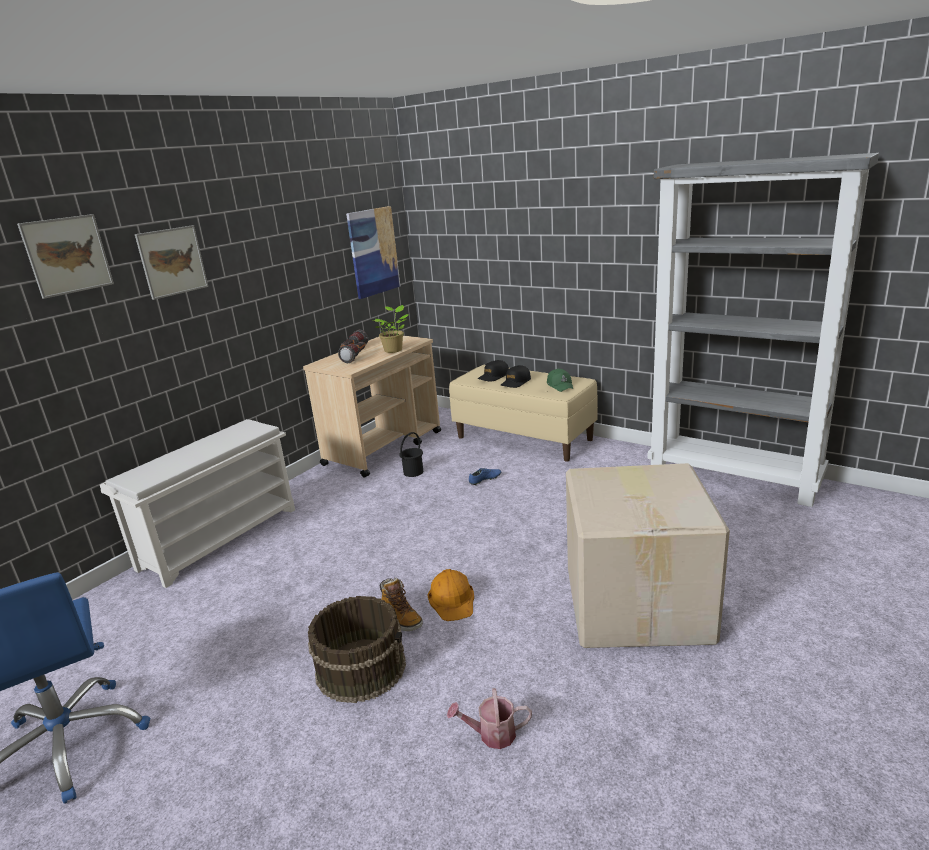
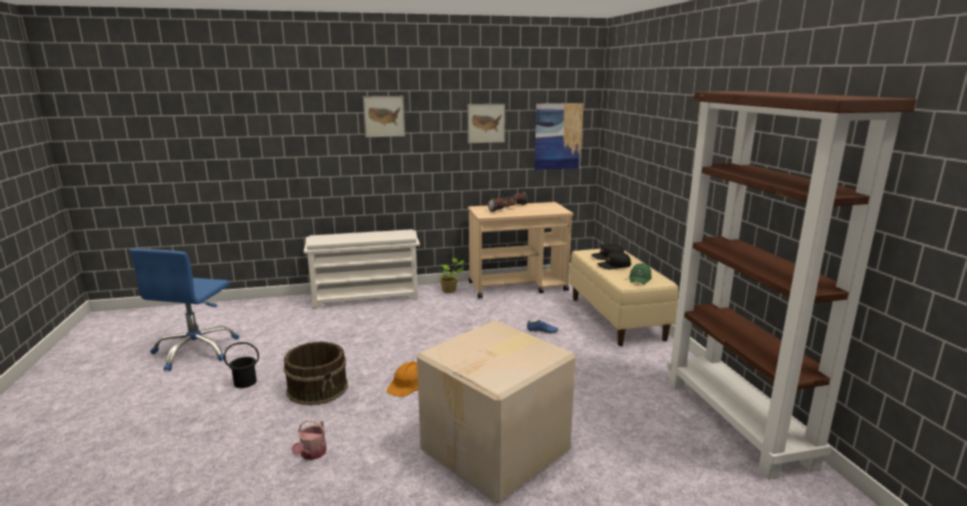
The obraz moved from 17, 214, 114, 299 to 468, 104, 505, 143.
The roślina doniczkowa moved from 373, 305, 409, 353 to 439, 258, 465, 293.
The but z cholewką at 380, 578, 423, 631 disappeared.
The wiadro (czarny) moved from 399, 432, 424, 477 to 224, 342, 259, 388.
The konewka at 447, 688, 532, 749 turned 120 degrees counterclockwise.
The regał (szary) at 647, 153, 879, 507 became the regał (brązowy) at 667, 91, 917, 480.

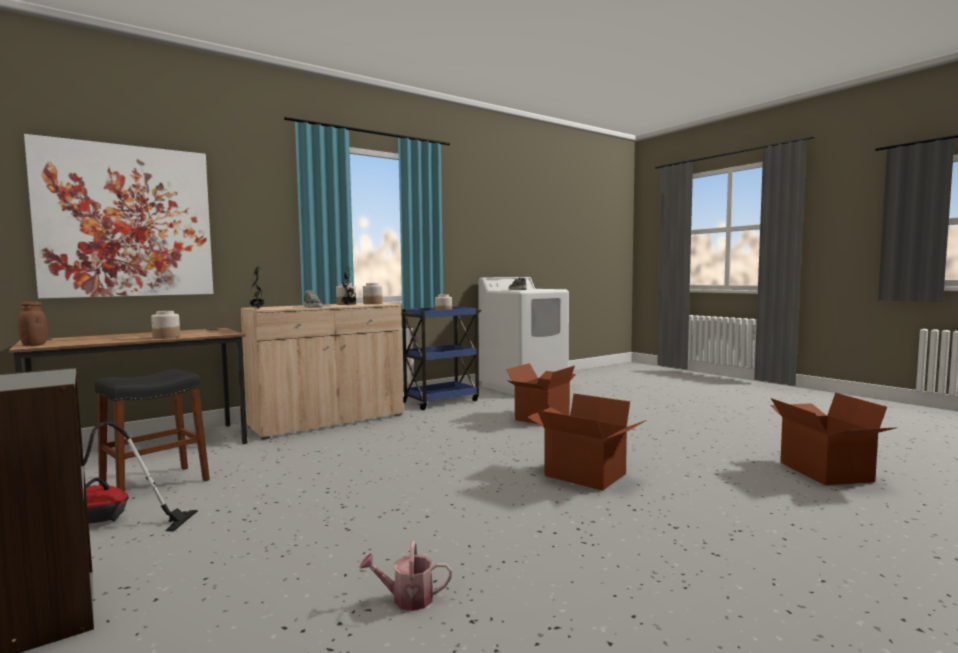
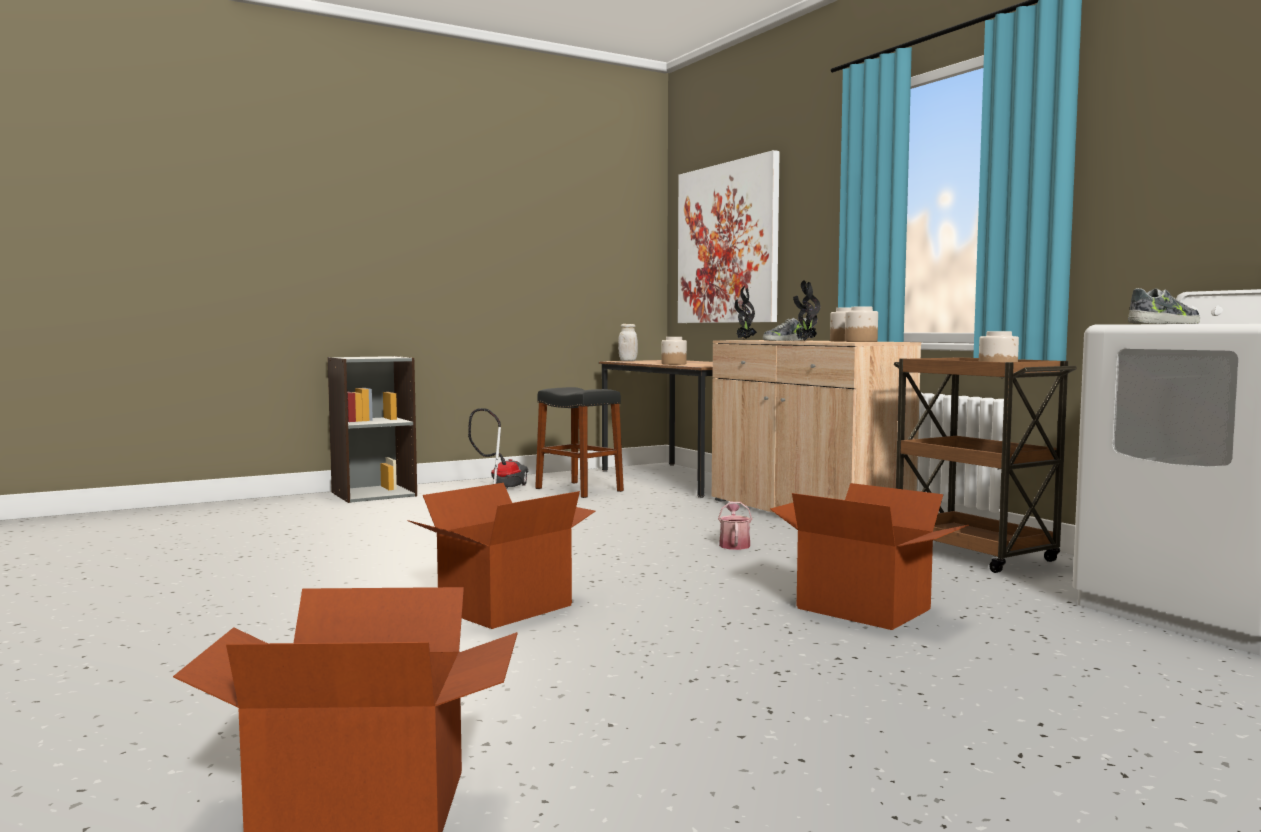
The słoik (brązowy) at 18, 302, 48, 346 became the słoik (biały) at 618, 324, 638, 361.
The konewka moved from 359, 541, 452, 611 to 718, 502, 752, 550.
The wózek (niebieski) at 401, 306, 481, 410 became the wózek (brązowy) at 894, 357, 1077, 573.

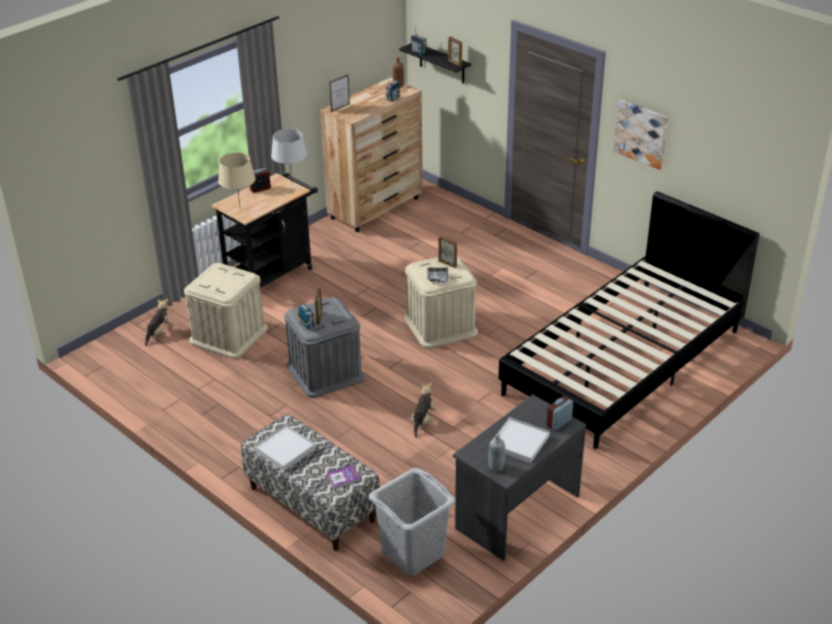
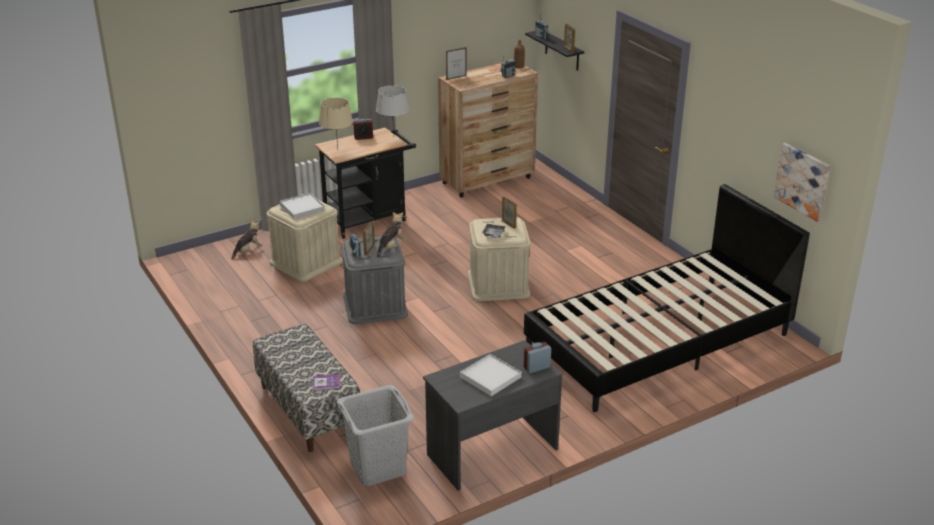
The taca (biały) moved from 254, 425, 316, 471 to 280, 193, 325, 219.
The pluszak moved from 412, 382, 436, 437 to 377, 212, 406, 258.
The butelka (szary) at 489, 433, 505, 472 disappeared.
The obraz moved from 613, 99, 668, 170 to 774, 143, 830, 222.

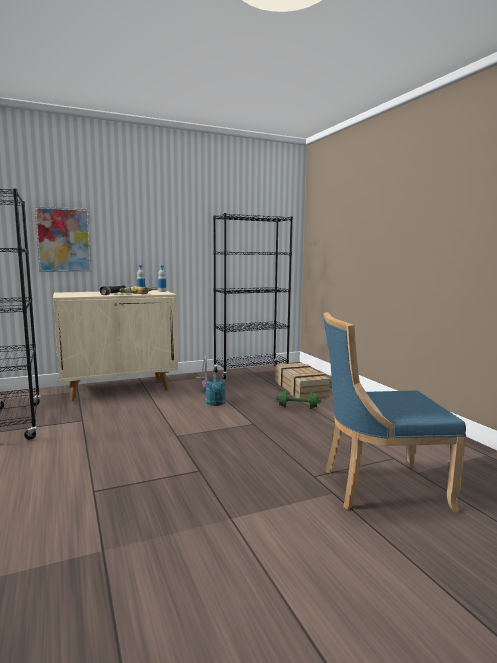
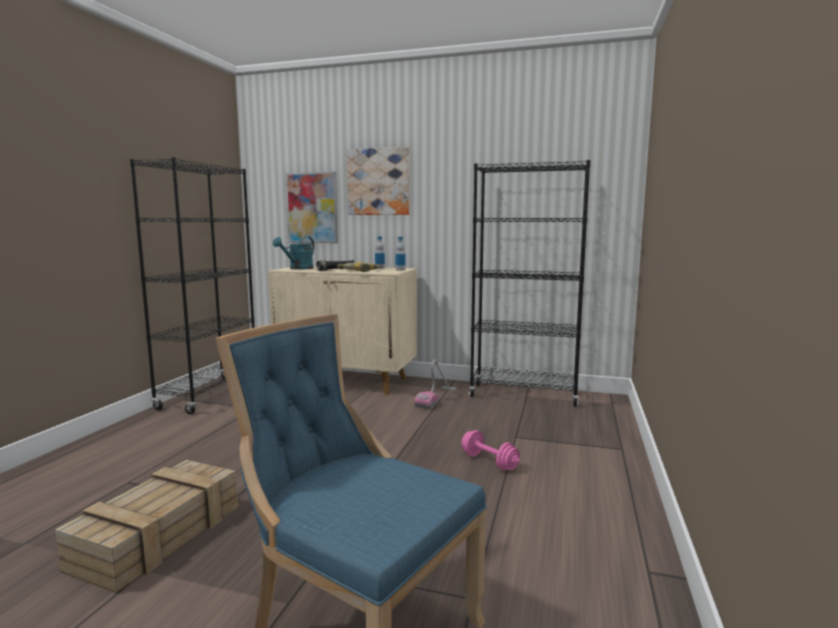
The konewka (turkusowy) moved from 205, 372, 226, 406 to 273, 237, 315, 270.
The skrzynka moved from 275, 363, 330, 398 to 55, 460, 238, 593.
The hantel (zielony) at 275, 391, 321, 409 became the hantel (różowy) at 461, 430, 520, 470.
The obraz at 347, 147, 410, 215 appeared.

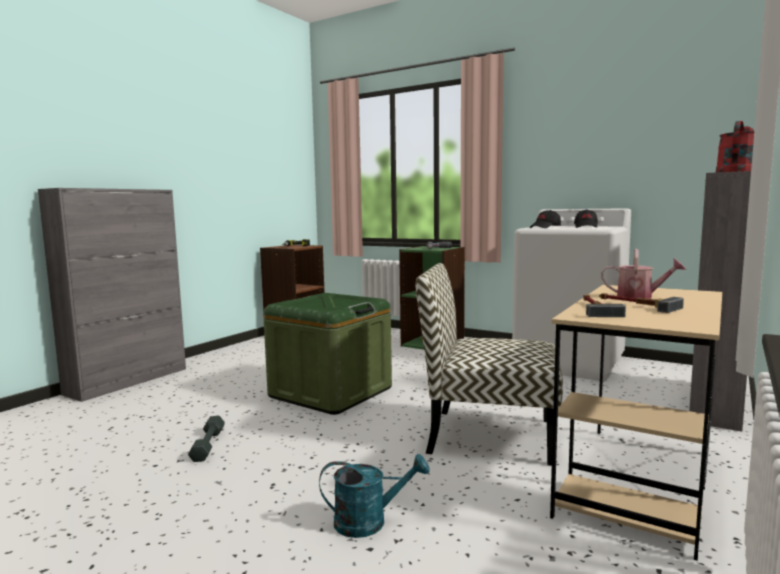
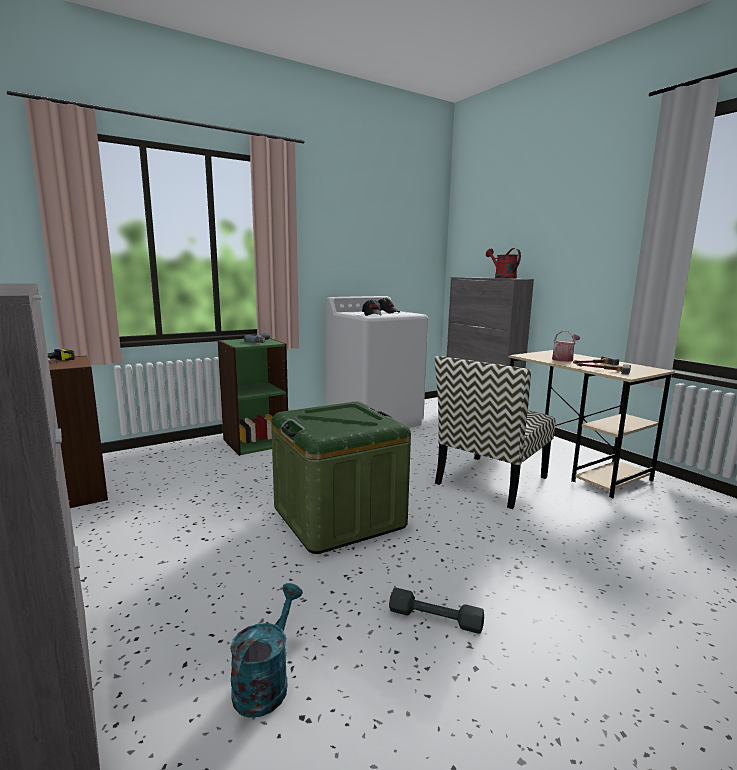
The konewka (turkusowy) moved from 319, 454, 430, 538 to 230, 583, 303, 718.

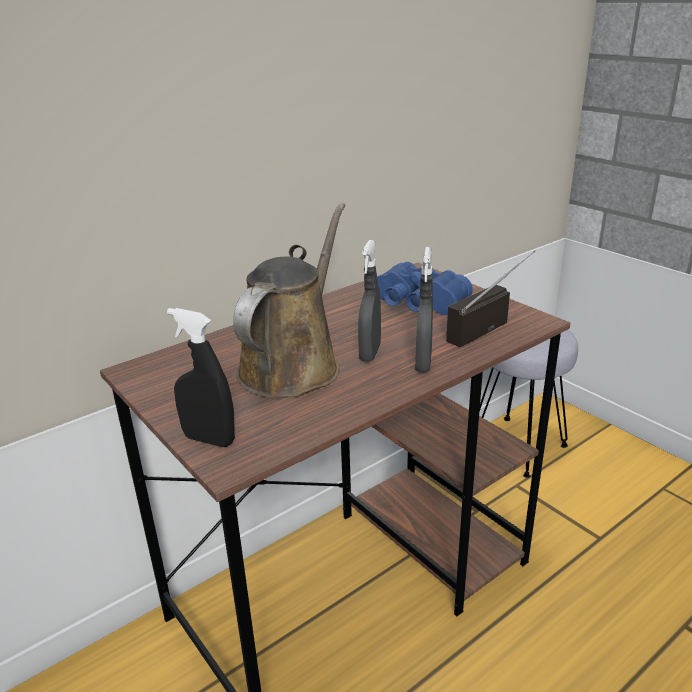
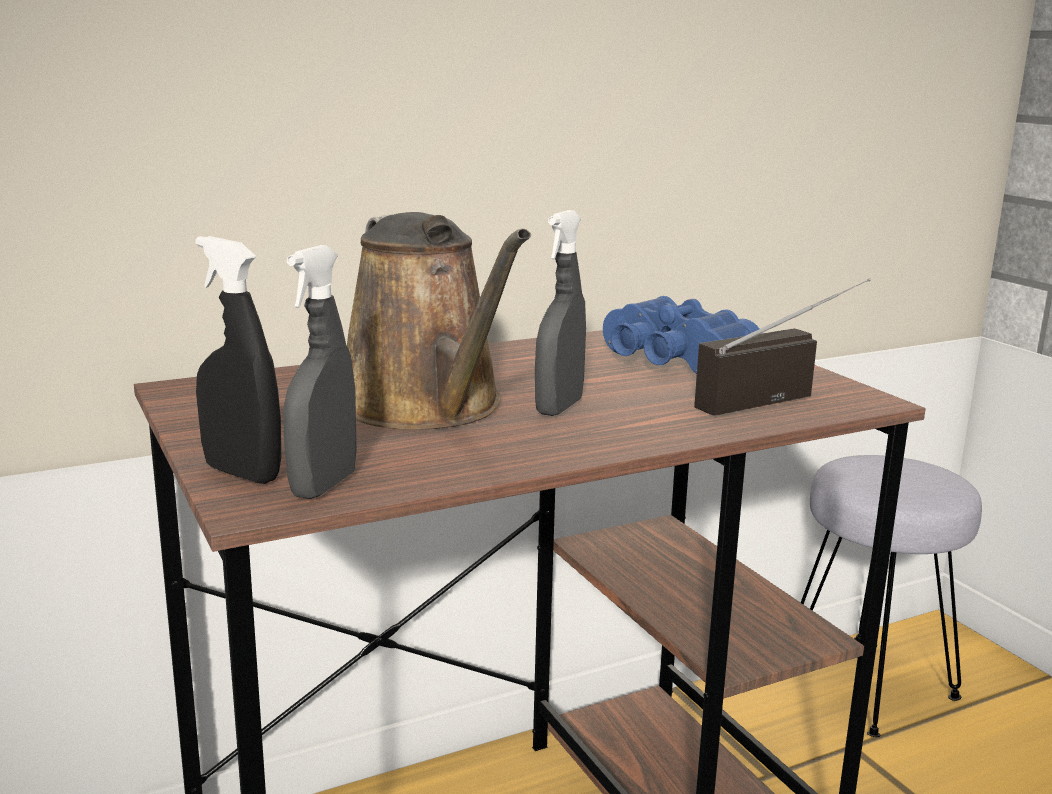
The konewka (brązowy) at 233, 203, 345, 398 turned 120 degrees clockwise.
The spryskiwacz (szary) moved from 415, 247, 433, 372 to 283, 245, 357, 499.

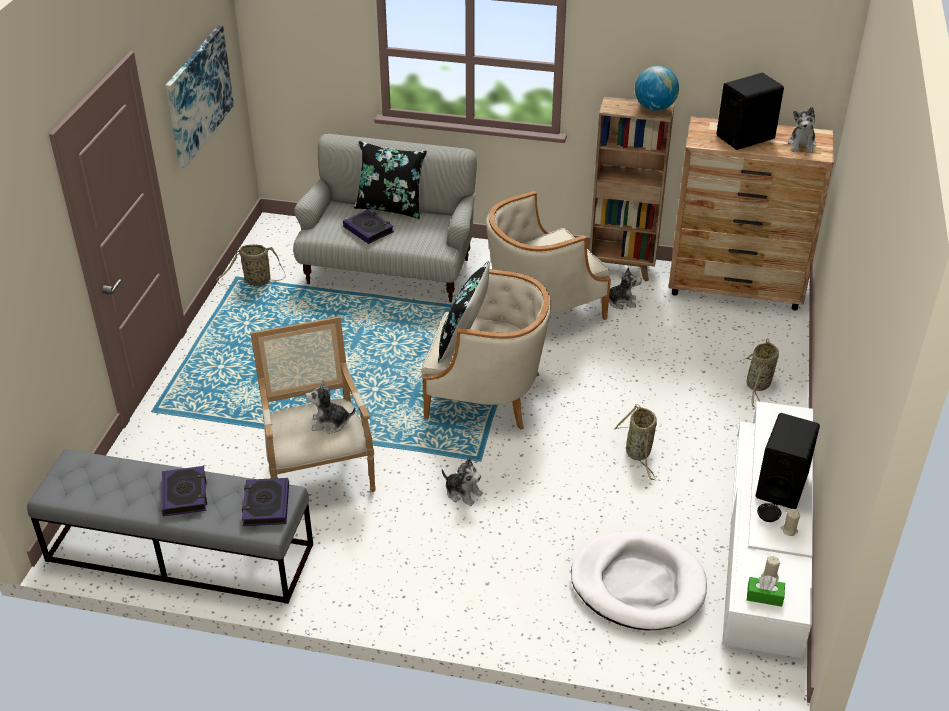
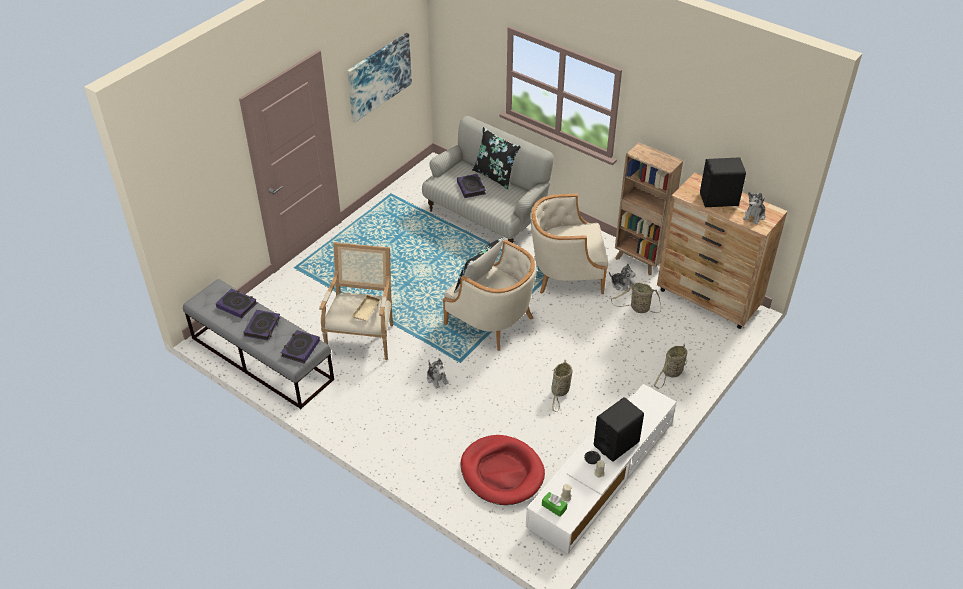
The koszyk moved from 216, 244, 285, 286 to 611, 283, 661, 313.
The pluszak at 305, 380, 356, 434 was replaced by the taca (beżowy) at 351, 294, 381, 321.
The legowisko (biały) at 571, 531, 707, 631 became the legowisko (czerwony) at 460, 435, 545, 505.
The globus at 635, 66, 679, 111 disappeared.
The książka at 216, 289, 257, 318 appeared.

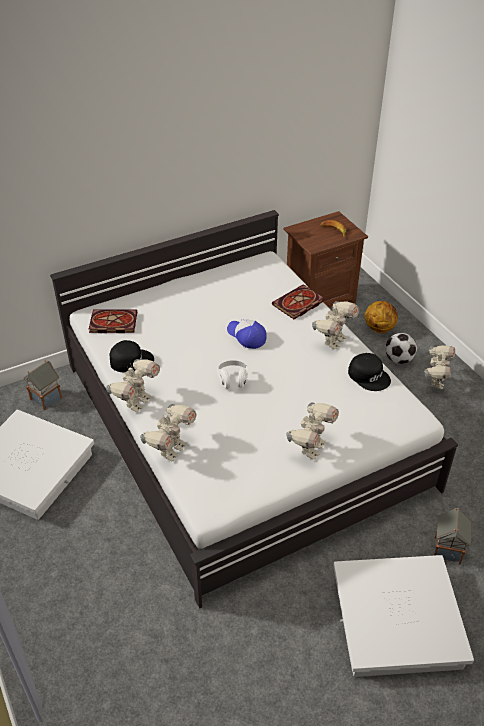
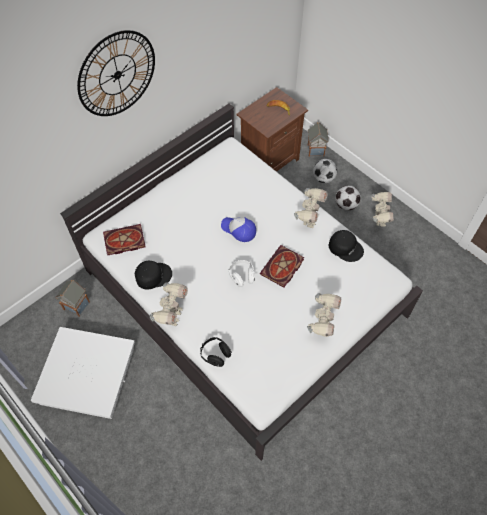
The robot zabawkowy at 140, 404, 196, 461 was replaced by the słuchawki (czarny) at 200, 337, 232, 367.
The książka moved from 272, 284, 324, 319 to 260, 245, 304, 288.
The pojemnik do przechowywania (biały) at 333, 555, 474, 677 disappeared.
The piłka do koszykówki at 364, 301, 398, 333 was replaced by the piłka futbolowa at 313, 159, 337, 183.
The domek moved from 434, 508, 471, 565 to 308, 122, 329, 157.
The zegar ścienny at 77, 30, 155, 116 appeared.

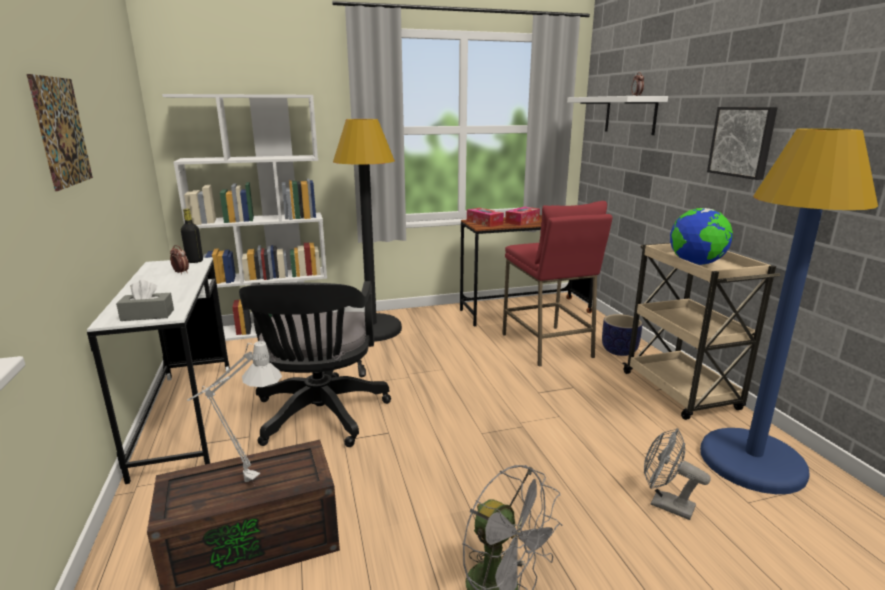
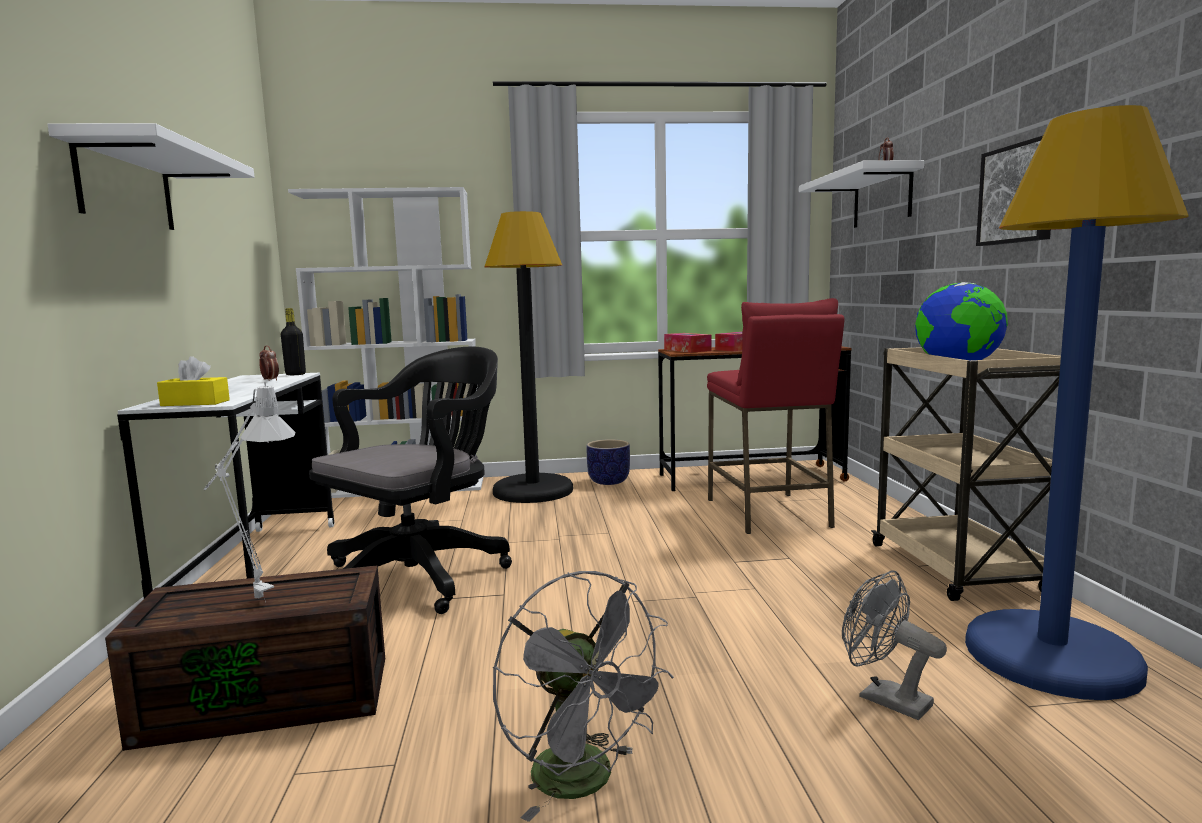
The obraz at 27, 74, 93, 191 was replaced by the półka (biały) at 48, 123, 254, 230.
The pudełko chusteczek (szary) at 116, 279, 174, 321 became the pudełko chusteczek (żółty) at 157, 356, 230, 406.
The krzesło biurowe (czarny) at 239, 281, 391, 447 turned 150 degrees counterclockwise.
The donica moved from 602, 314, 642, 356 to 587, 439, 630, 485.

